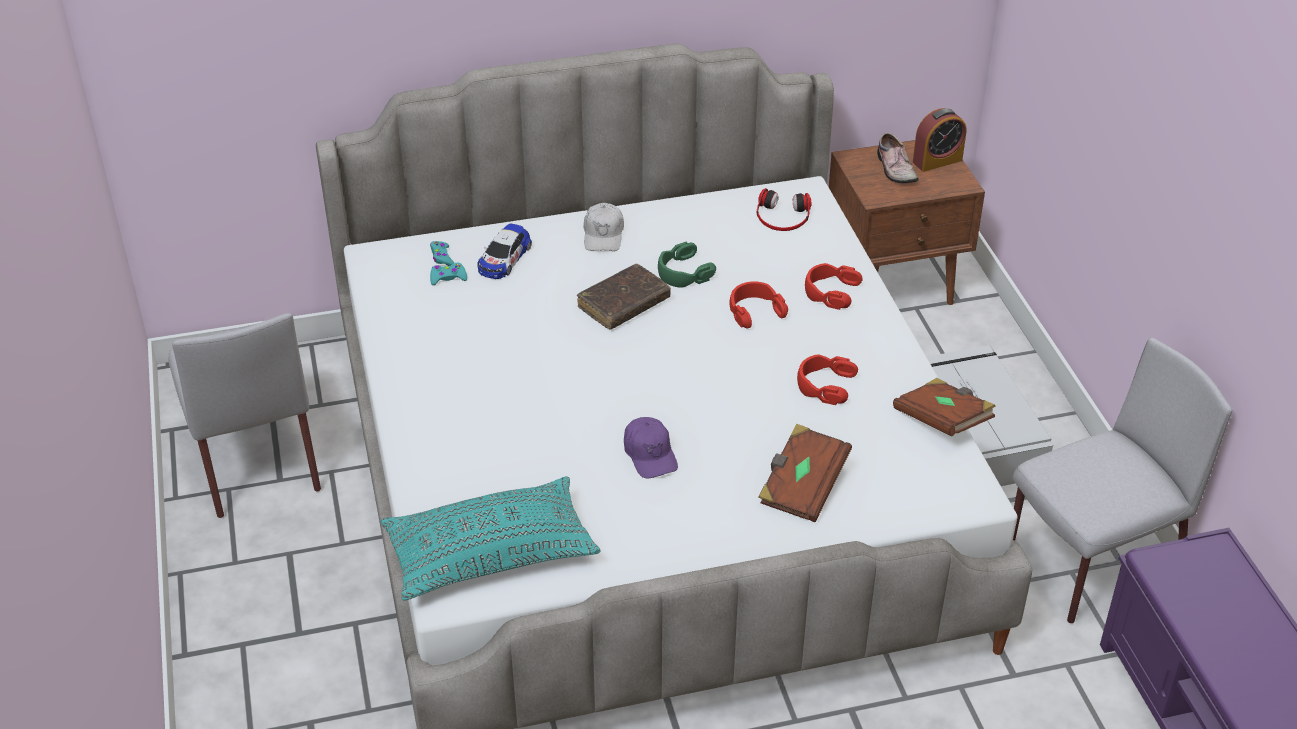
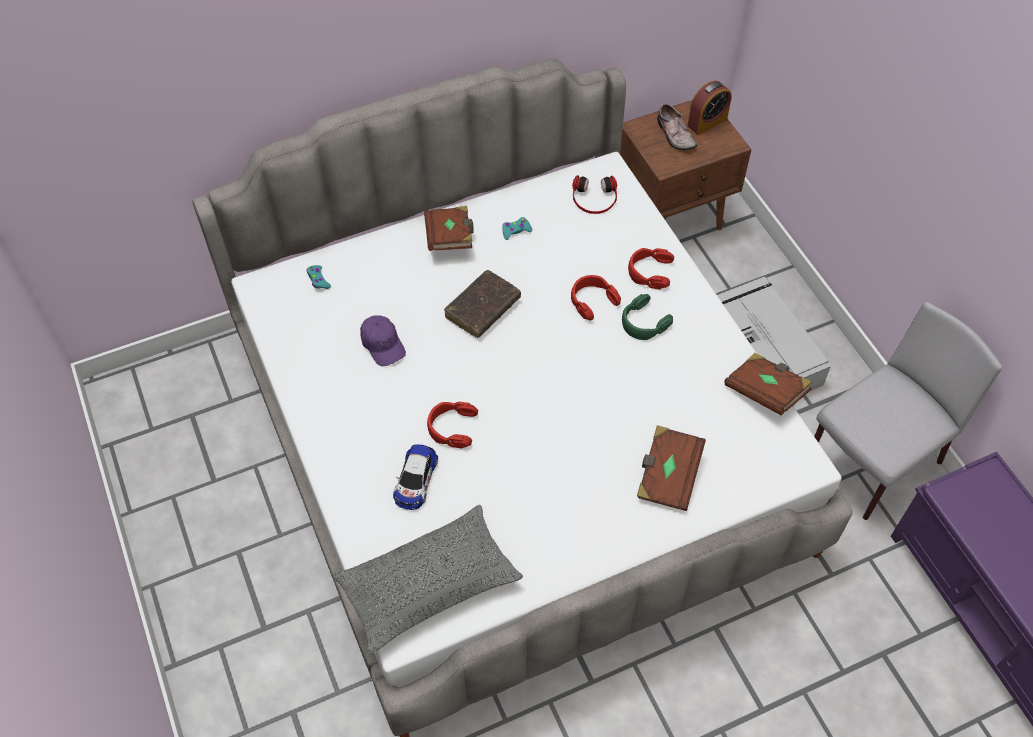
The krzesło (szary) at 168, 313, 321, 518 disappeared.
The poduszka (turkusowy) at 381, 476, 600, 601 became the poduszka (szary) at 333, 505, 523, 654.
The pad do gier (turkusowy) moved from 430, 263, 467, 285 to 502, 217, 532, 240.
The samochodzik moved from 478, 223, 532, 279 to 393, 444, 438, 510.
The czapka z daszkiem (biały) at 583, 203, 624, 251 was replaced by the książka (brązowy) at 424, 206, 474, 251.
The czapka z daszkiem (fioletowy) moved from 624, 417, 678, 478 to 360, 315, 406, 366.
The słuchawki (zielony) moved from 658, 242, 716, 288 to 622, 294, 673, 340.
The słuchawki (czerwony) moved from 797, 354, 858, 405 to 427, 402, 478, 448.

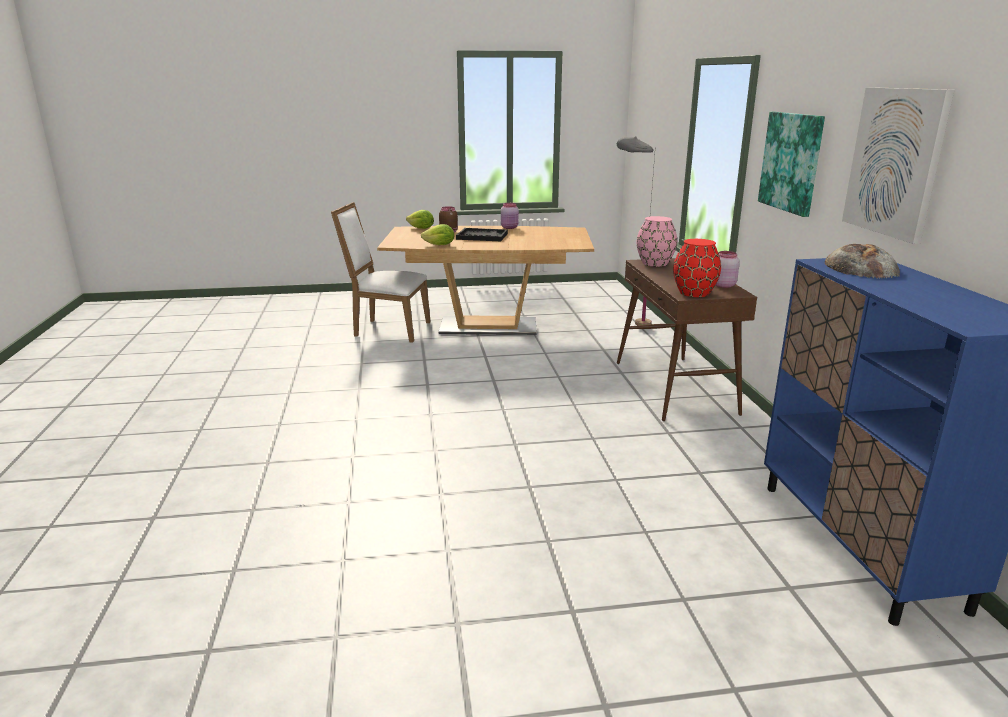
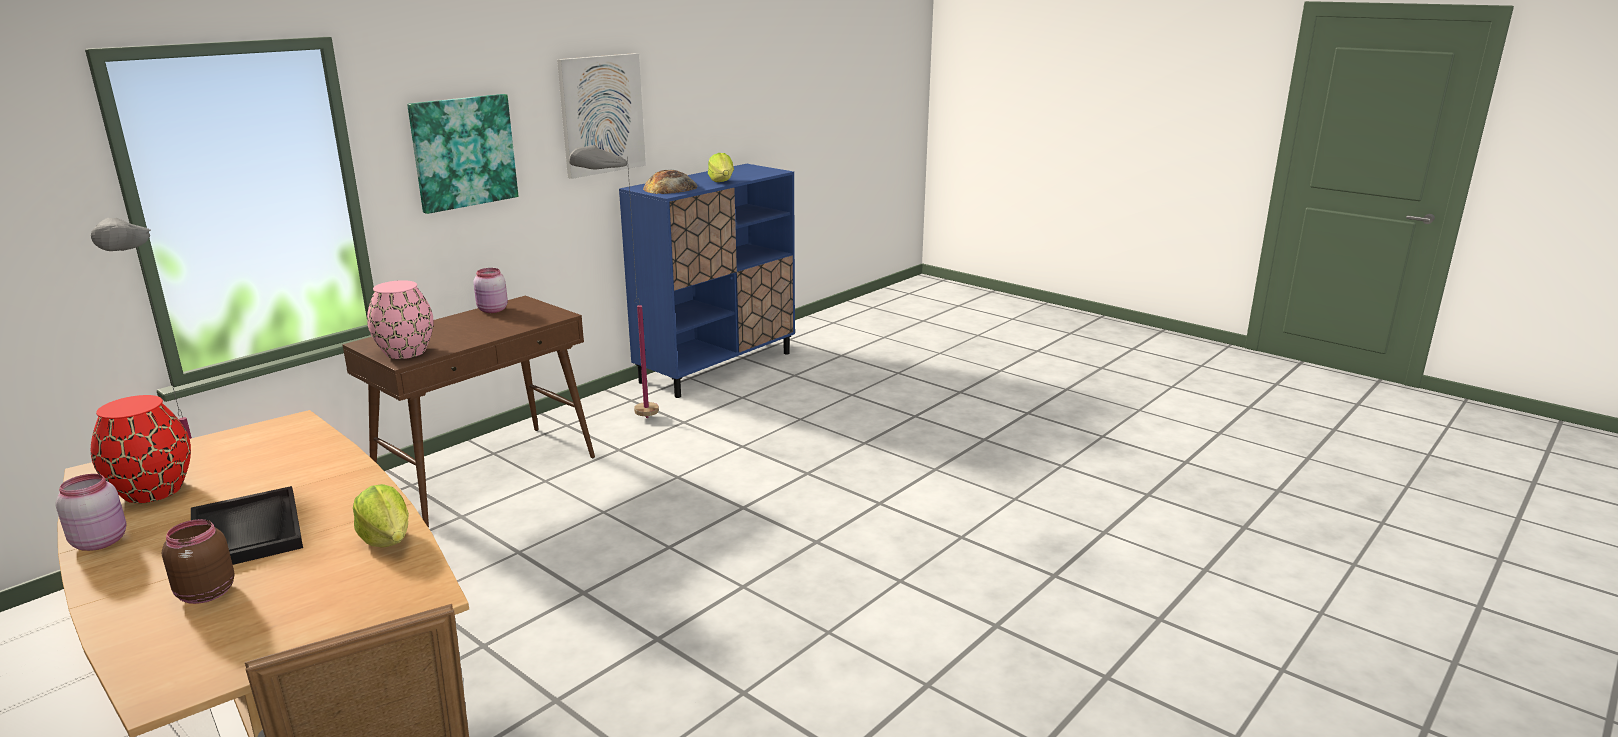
The sałata moved from 406, 210, 434, 229 to 708, 153, 734, 182.
The wazon (czerwony) moved from 673, 239, 721, 297 to 91, 395, 191, 503.
The lampa stojąca (szary) at 569, 145, 659, 418 appeared.

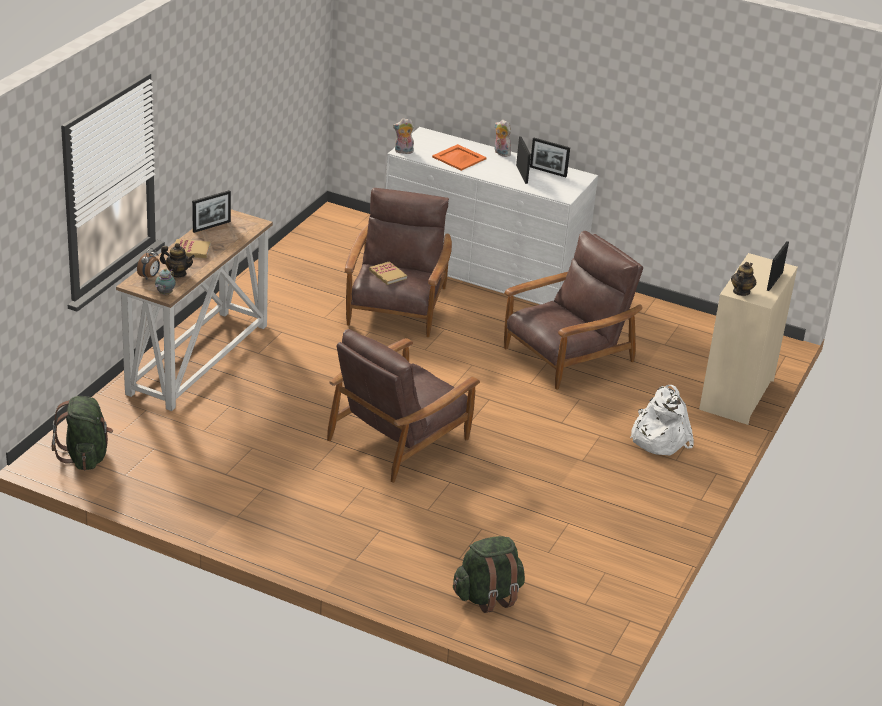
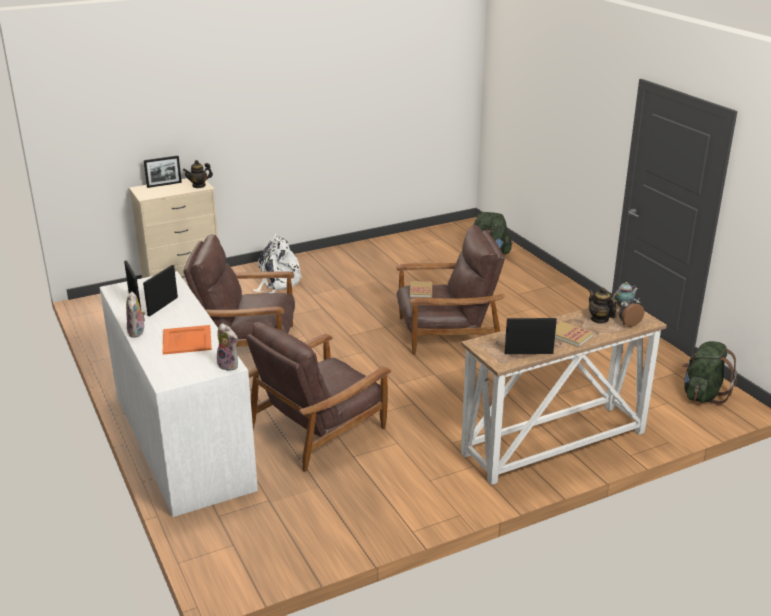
The książka moved from 369, 261, 407, 285 to 410, 281, 432, 298.

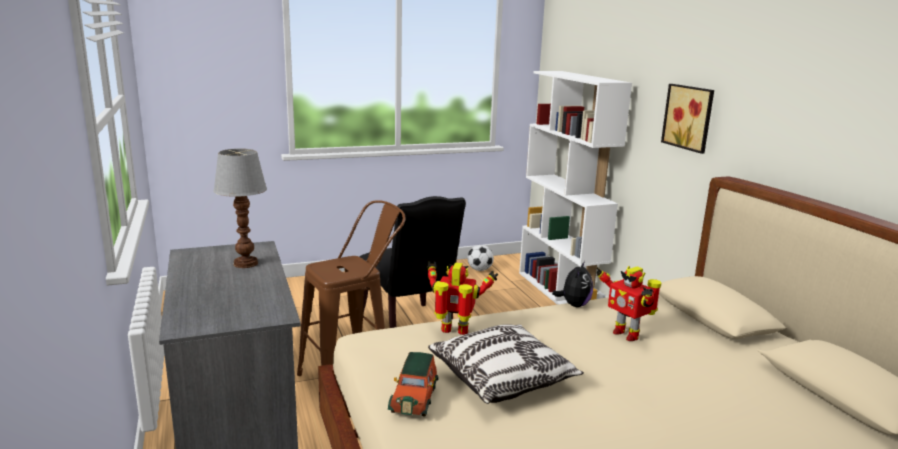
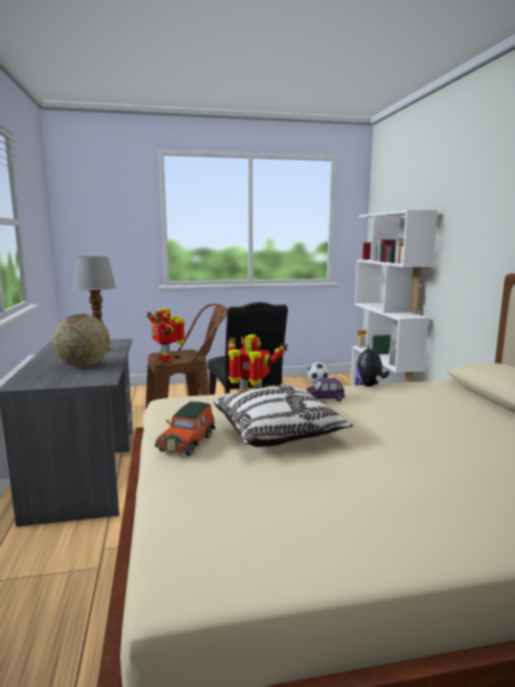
The pluszak at 552, 261, 593, 307 turned 150 degrees clockwise.
The robot zabawkowy moved from 596, 266, 661, 341 to 147, 309, 185, 362.
The obraz at 661, 84, 714, 154 disappeared.
The globus at 53, 314, 110, 367 appeared.
The samochodzik (fioletowy) at 306, 378, 345, 402 appeared.

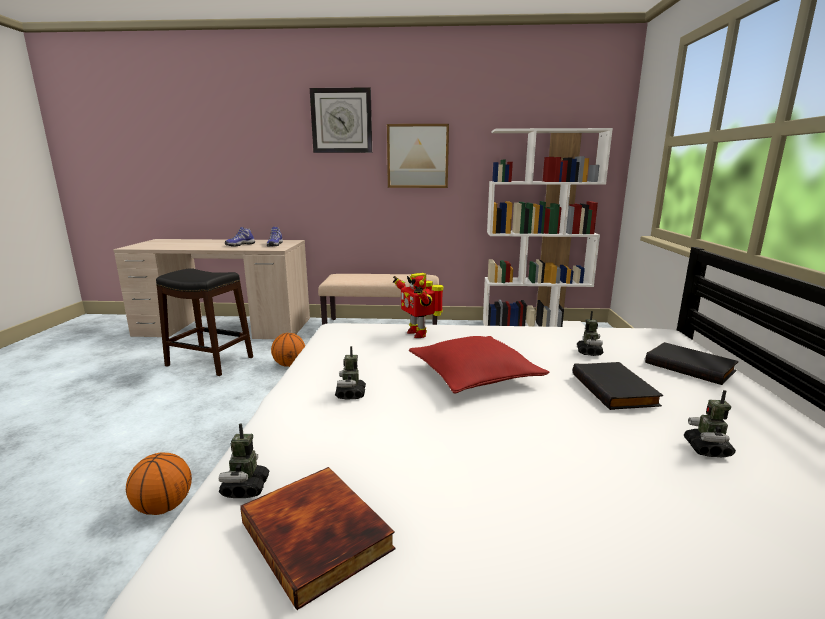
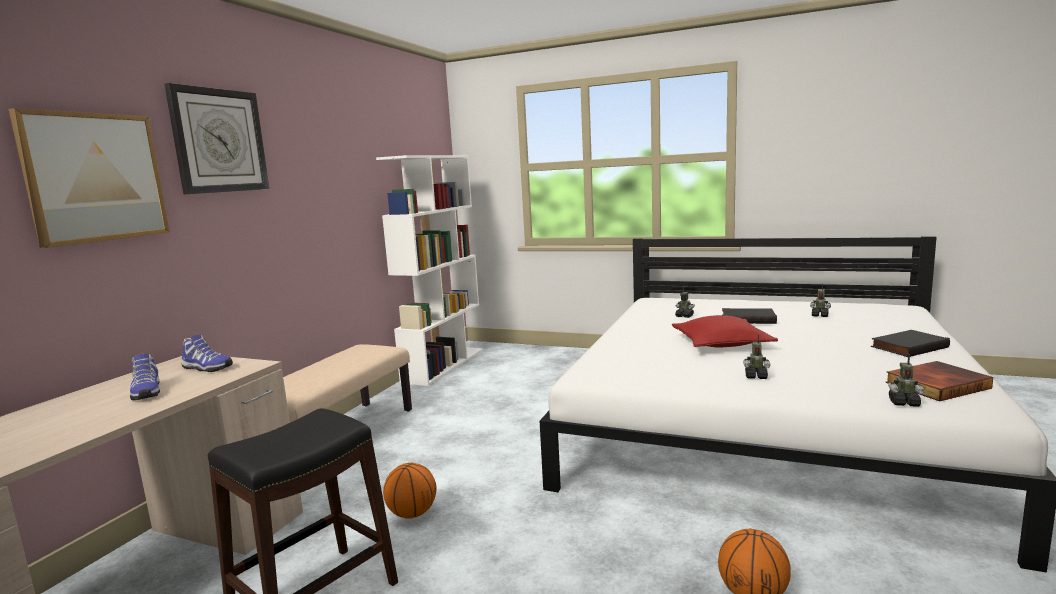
The obraz moved from 387, 124, 449, 188 to 9, 108, 170, 248.
The robot zabawkowy at 393, 273, 443, 338 disappeared.
The książka (czarny) moved from 645, 342, 739, 385 to 871, 330, 950, 357.

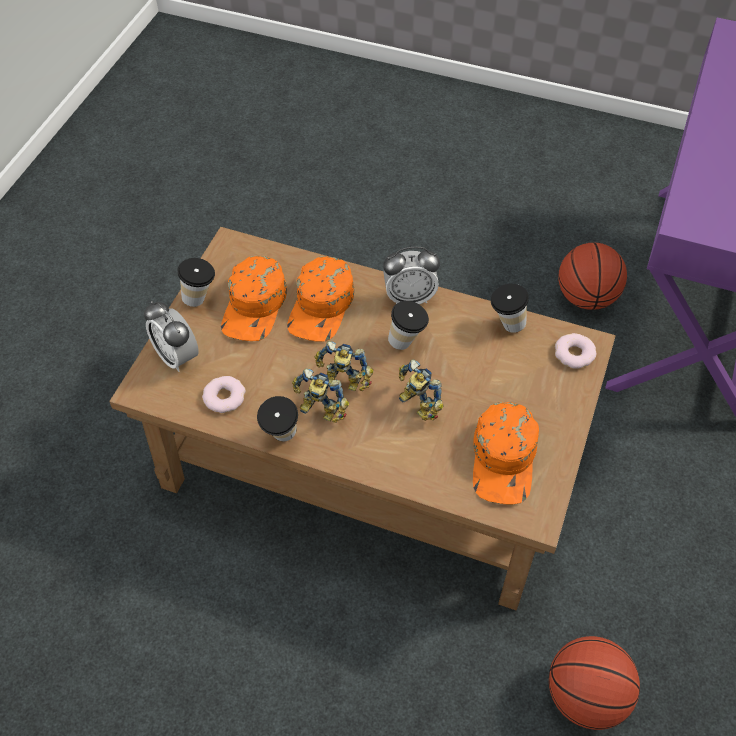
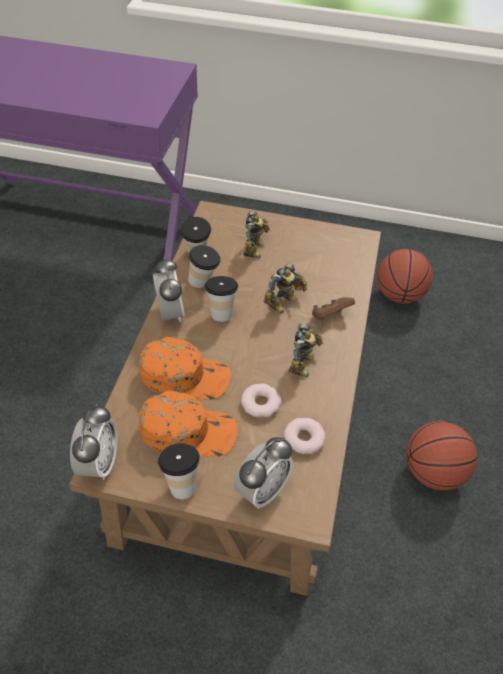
The filiżanka moved from 257, 396, 298, 442 to 188, 245, 221, 288.
The robot zabawkowy moved from 315, 341, 373, 391 to 244, 210, 270, 258.
The czapka z daszkiem (pomarańczowy) at 473, 402, 539, 504 disappeared.
The donut moved from 555, 333, 596, 369 to 241, 383, 281, 417.
The piłka do koszykówki moved from 559, 242, 627, 310 to 406, 421, 477, 490.
The budzik at 70, 404, 117, 480 appeared.
The pad do gier (brązowy) at 312, 297, 355, 320 appeared.

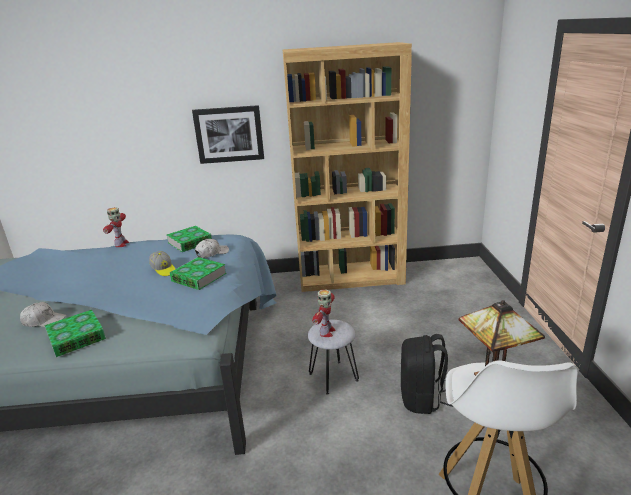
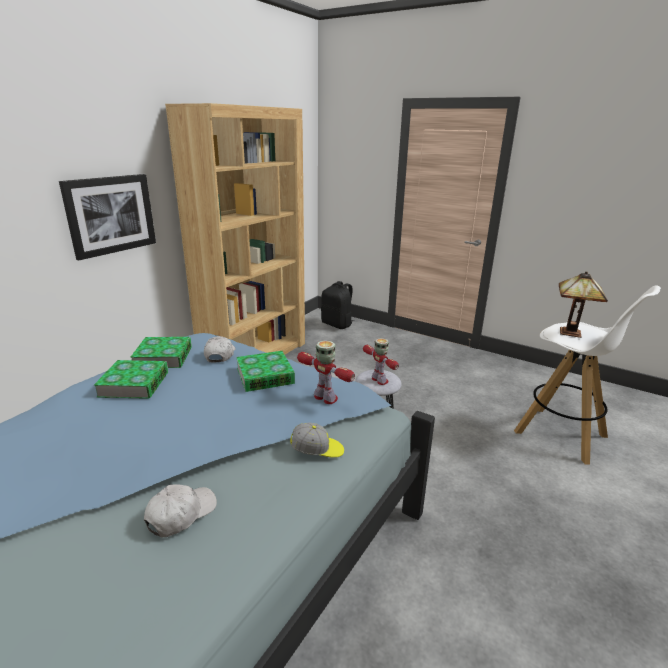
The książka moved from 44, 310, 106, 357 to 94, 360, 168, 399.
The robot zabawkowy moved from 103, 207, 129, 247 to 297, 341, 355, 404.
The czapka z daszkiem moved from 149, 251, 175, 276 to 290, 423, 344, 458.
The plecak (czarny) moved from 401, 334, 453, 414 to 321, 281, 354, 329.

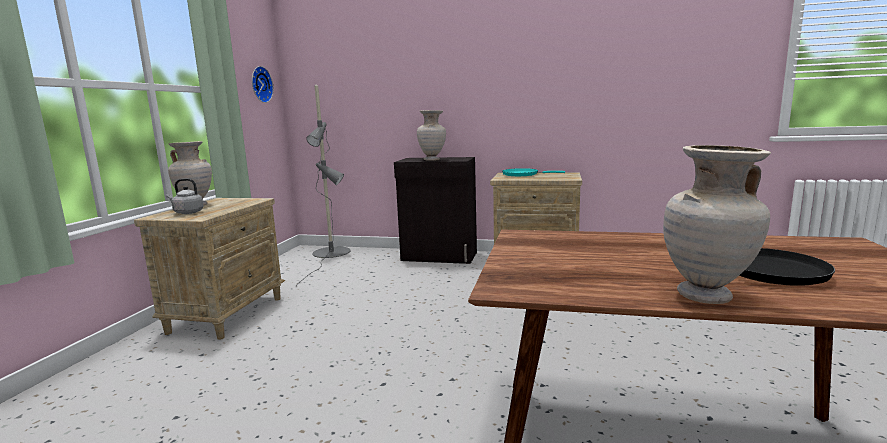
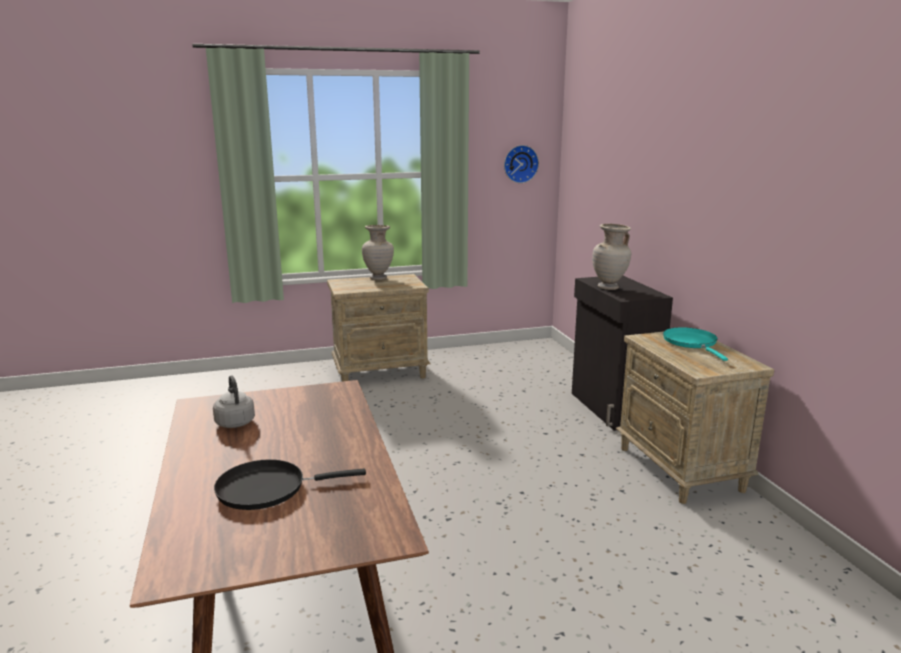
The czajnik (szary) moved from 166, 179, 204, 214 to 213, 375, 255, 428.
The lampa stojąca (szary) at 296, 85, 351, 286 disappeared.
The wazon (beżowy) at 663, 145, 771, 304 disappeared.

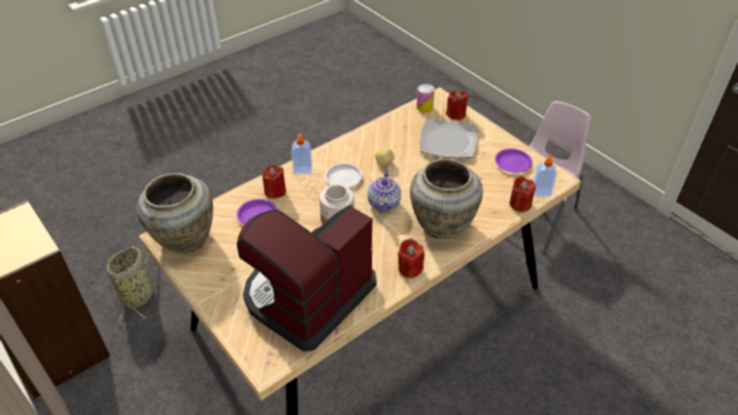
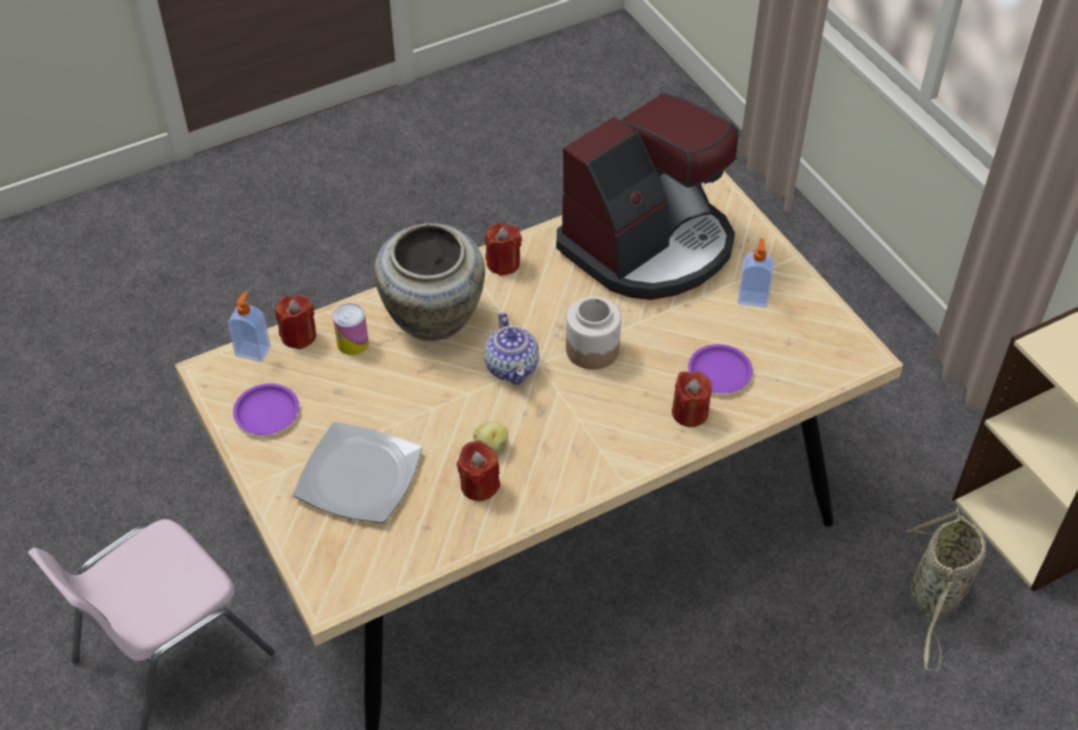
The wazon (beżowy) at 137, 173, 213, 253 disappeared.
The dozownik mydła moved from 292, 134, 312, 174 to 738, 238, 774, 308.
The talerz (biały) at 325, 163, 363, 188 disappeared.
The imbryk at 368, 169, 401, 213 turned 150 degrees clockwise.
The puszka moved from 416, 84, 435, 112 to 333, 303, 369, 355.
The świeca (czerwony) moved from 446, 90, 468, 120 to 457, 440, 500, 501.

